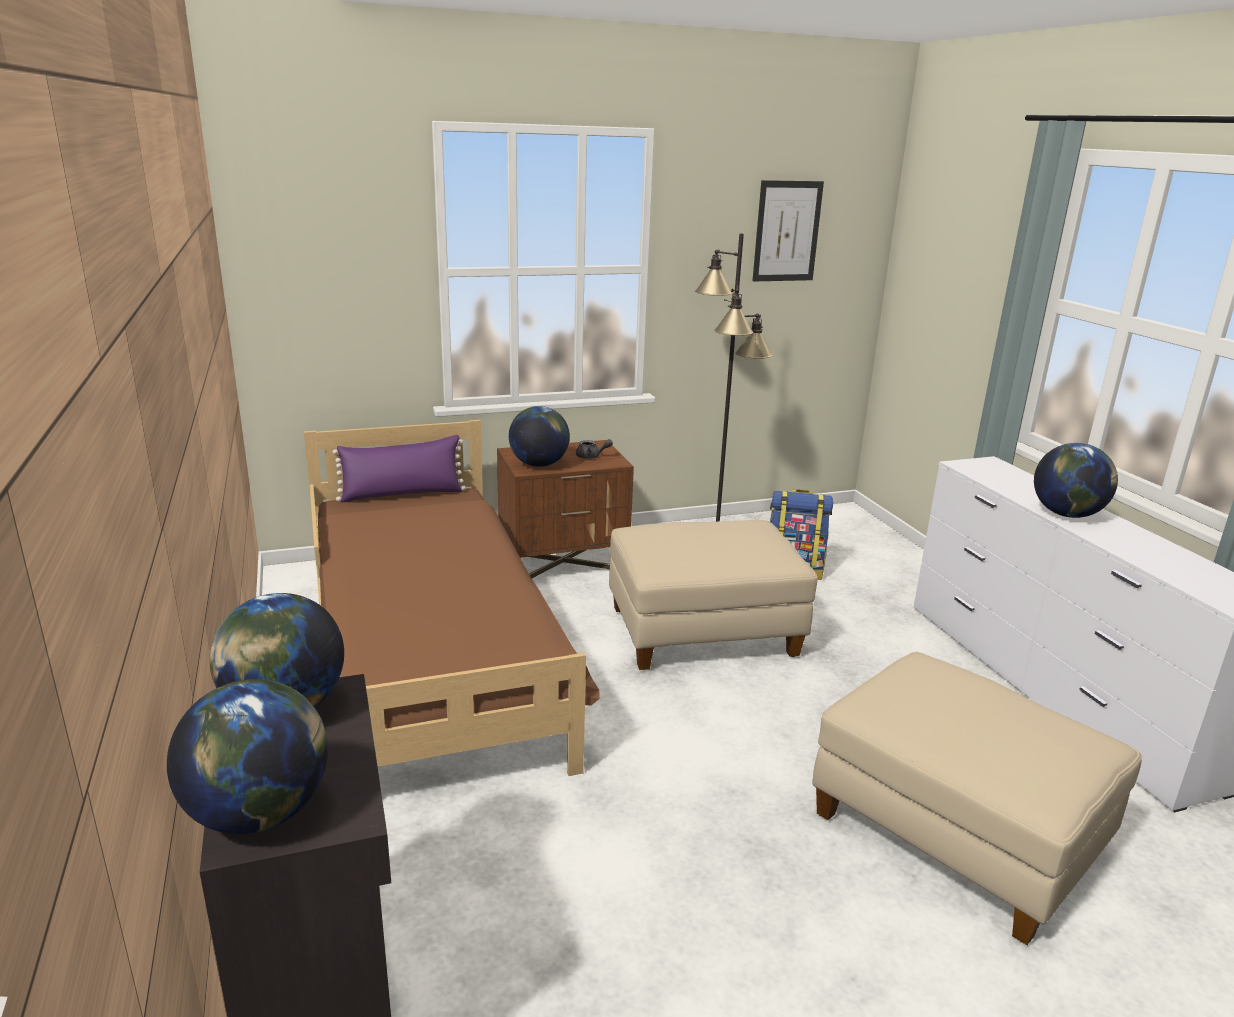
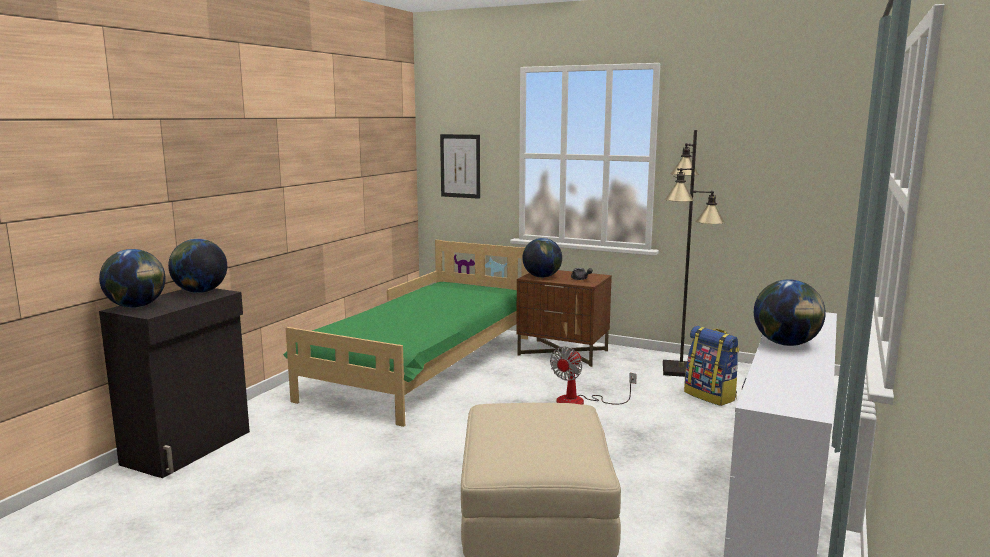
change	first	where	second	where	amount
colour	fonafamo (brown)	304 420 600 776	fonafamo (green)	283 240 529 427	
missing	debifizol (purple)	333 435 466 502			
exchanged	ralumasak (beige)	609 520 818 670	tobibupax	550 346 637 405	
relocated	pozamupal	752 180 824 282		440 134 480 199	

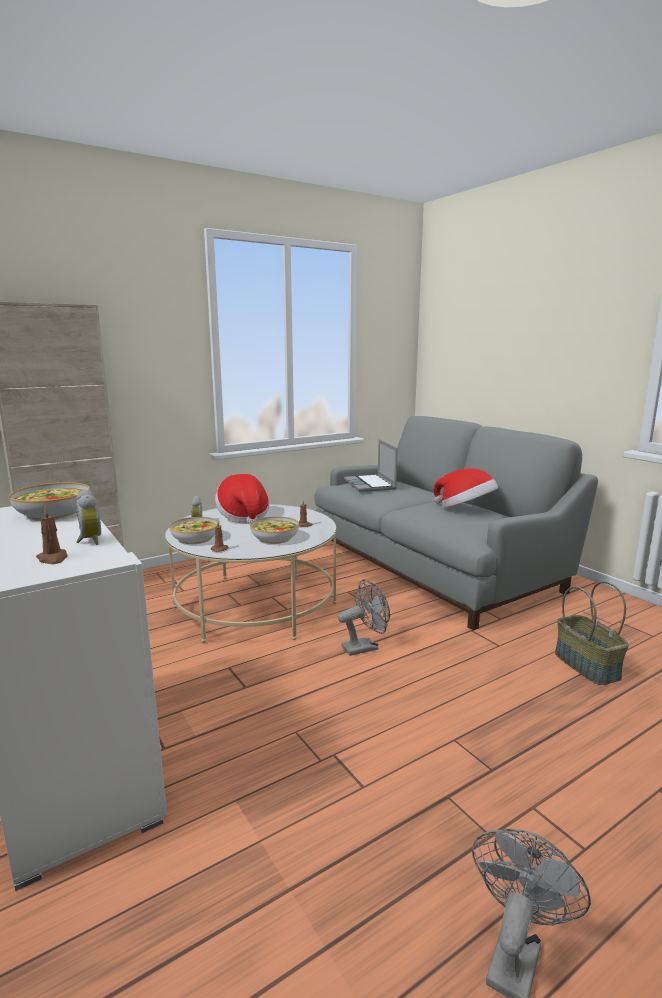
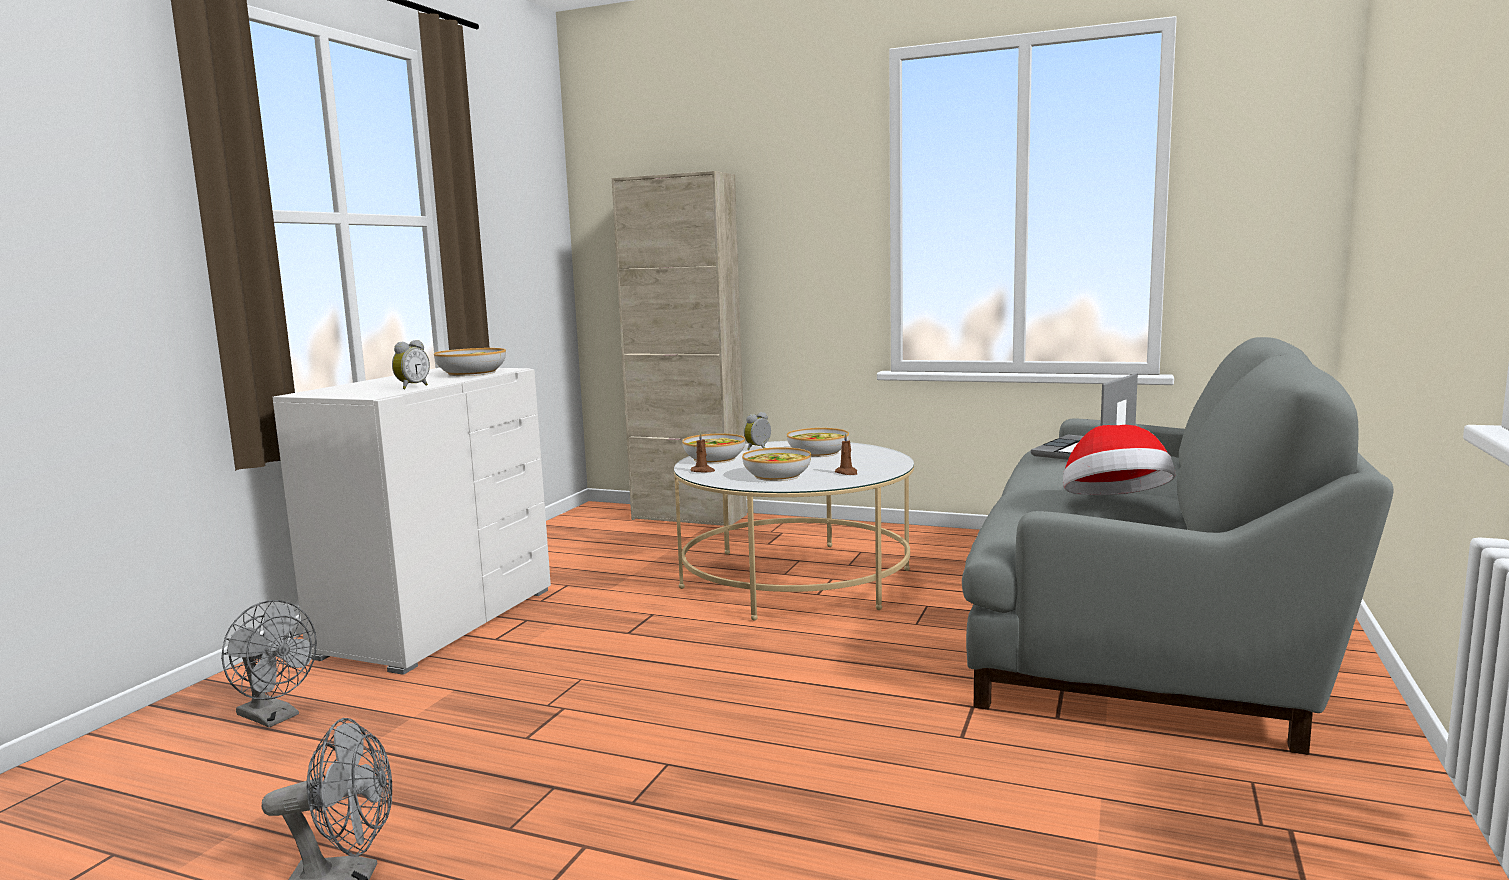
change	first	where	second	where	amount
missing	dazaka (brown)	36 506 67 564			
exchanged	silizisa	215 474 269 525	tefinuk	787 428 849 457	
relocated	tobibupax (grey)	338 579 390 656		221 600 317 727	
missing	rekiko	555 581 629 685			

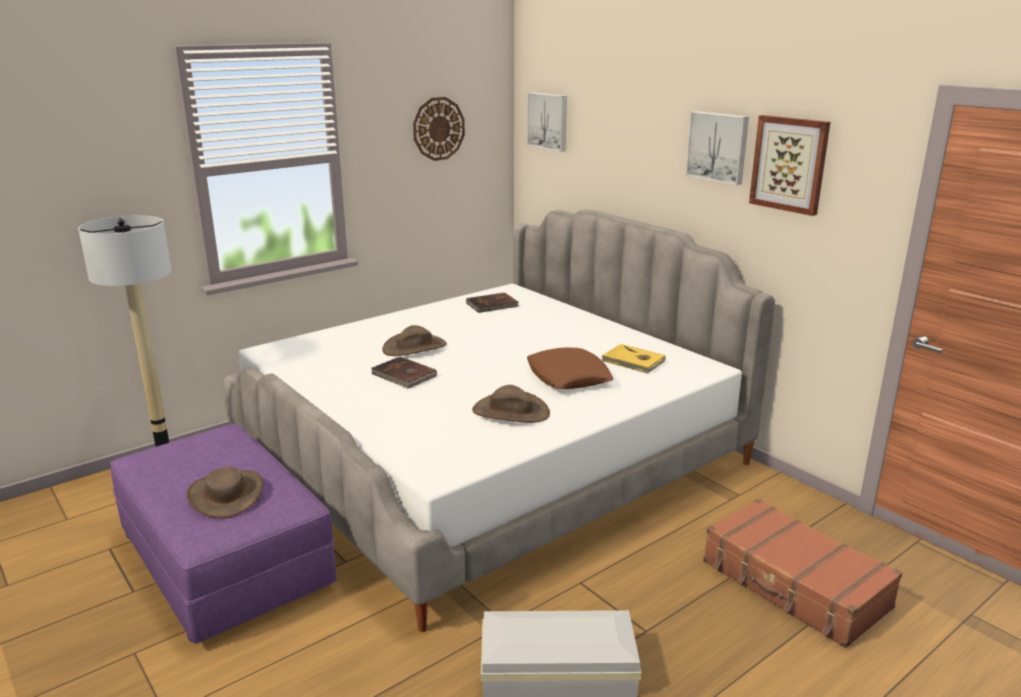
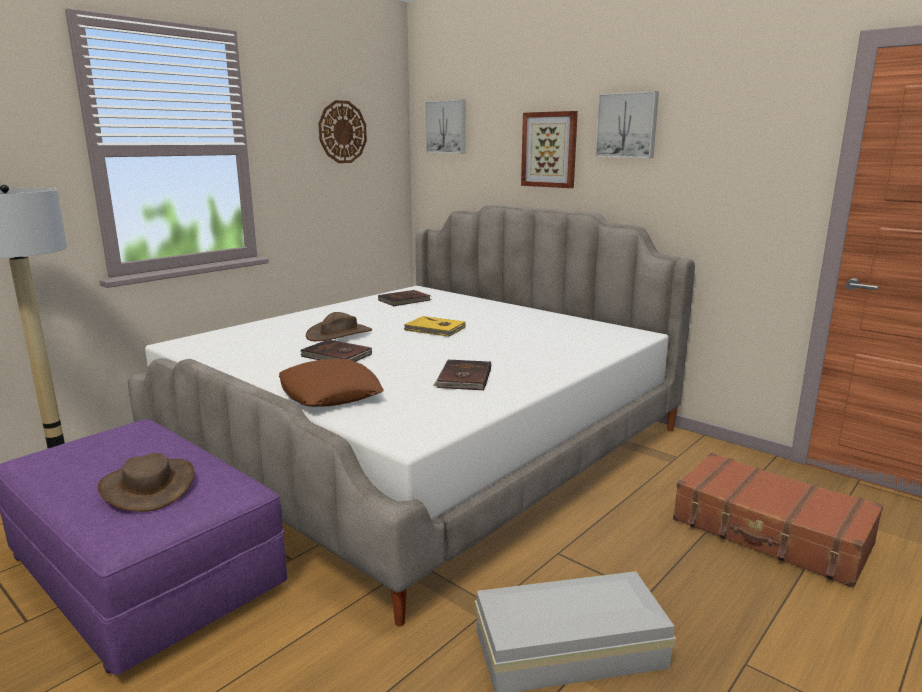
change	first	where	second	where	amount
exchanged	silizisa (brown)	472 385 550 423	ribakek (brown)	433 360 491 391	
relocated	debifizol (brown)	527 347 614 389		279 359 384 407	
relocated	ribakek (yellow)	602 344 666 373		404 316 465 337	
relocated	pozamupal	749 115 830 216		521 111 578 188	

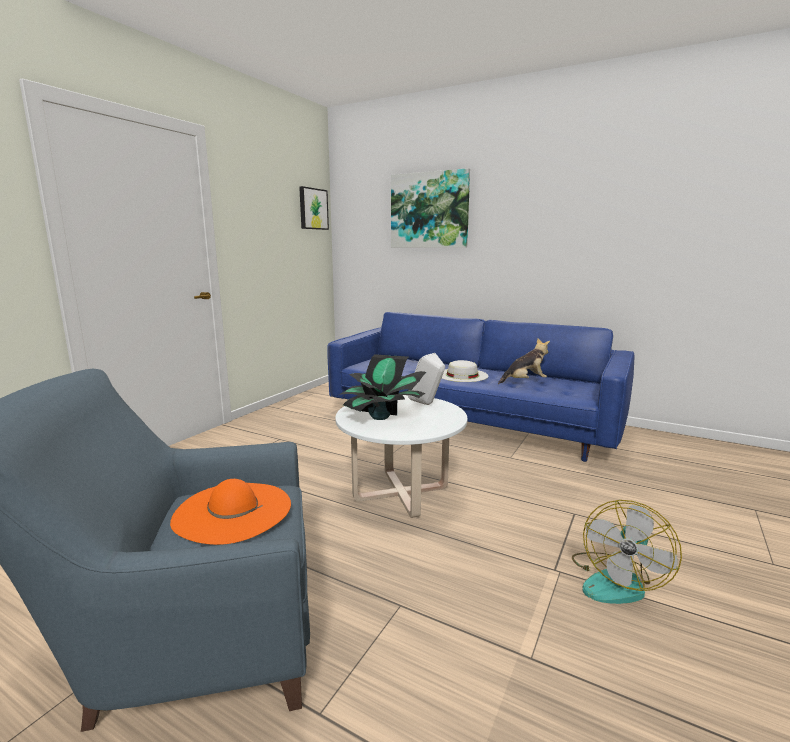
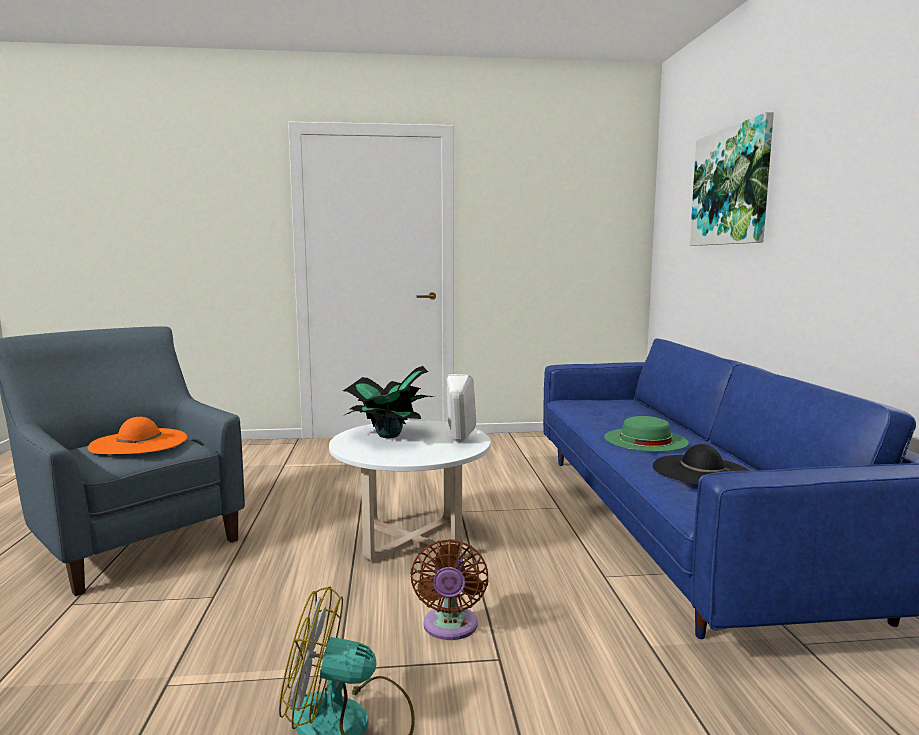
change	first	where	second	where	amount
missing	pozamupal	299 186 329 230			
colour	silizisa (white)	442 360 489 382	silizisa (green)	604 416 689 452	
exchanged	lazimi	498 338 550 384	silizisa (black)	653 444 749 485	
appeared			tobibupax (brown)	410 539 489 640	

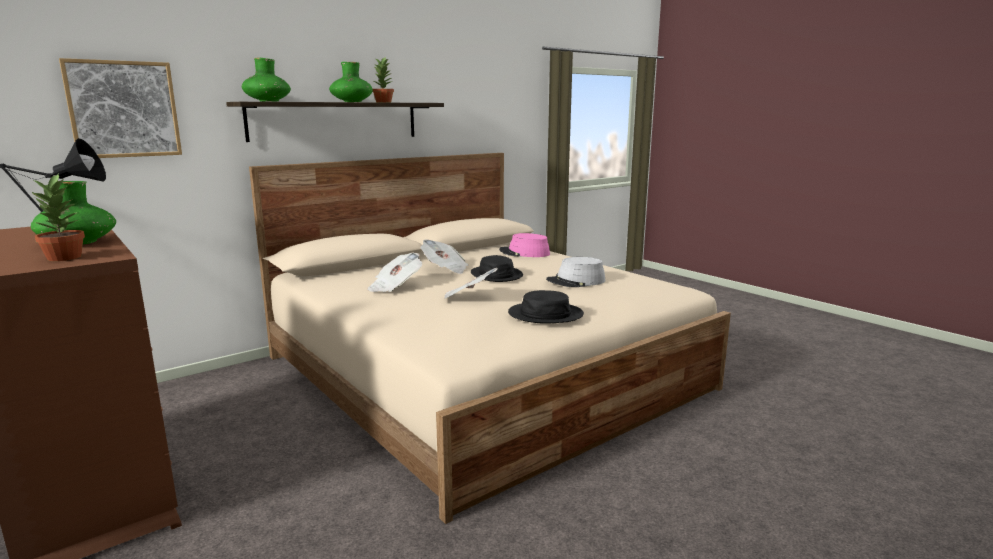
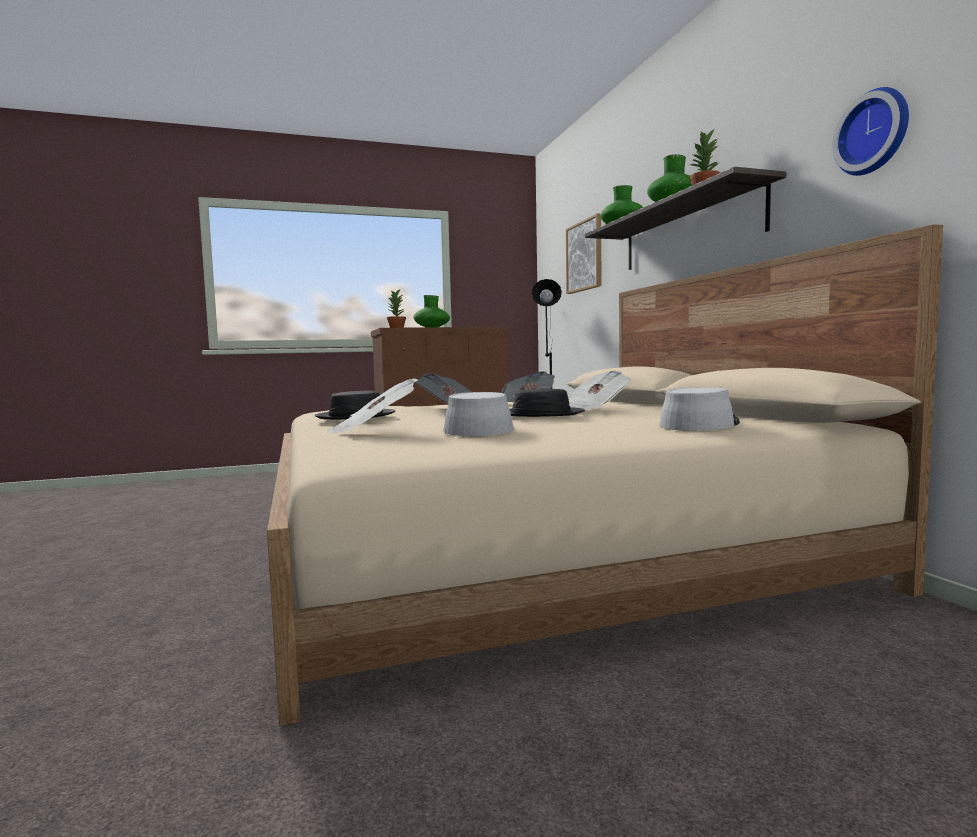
change	first	where	second	where	amount
colour	silizisa (pink)	499 233 550 257	silizisa (grey)	659 387 740 431	
appeared			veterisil	327 379 418 434	
appeared			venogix	832 87 909 176	

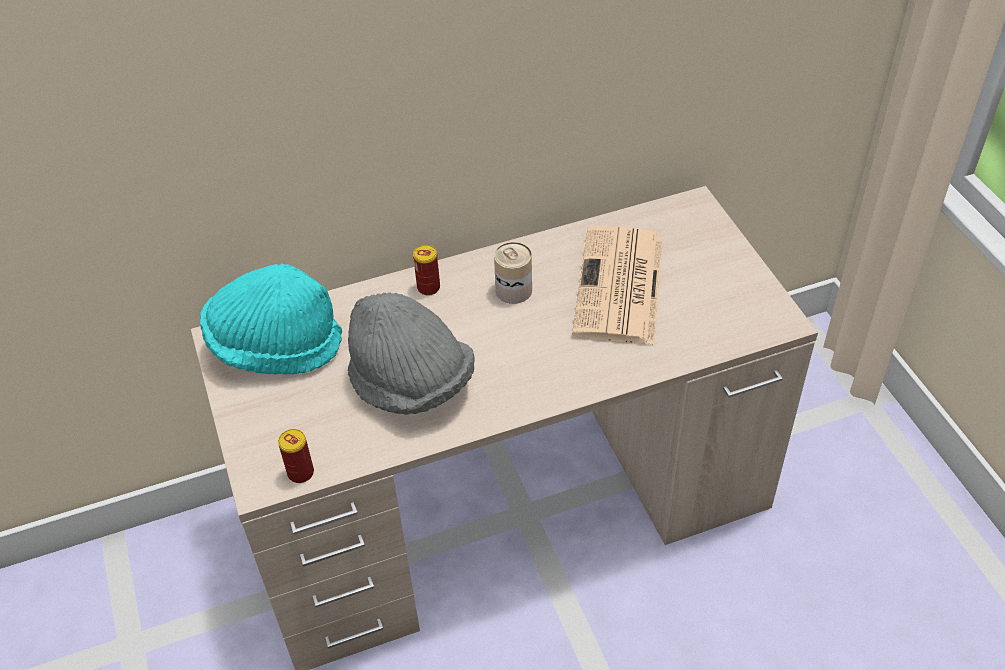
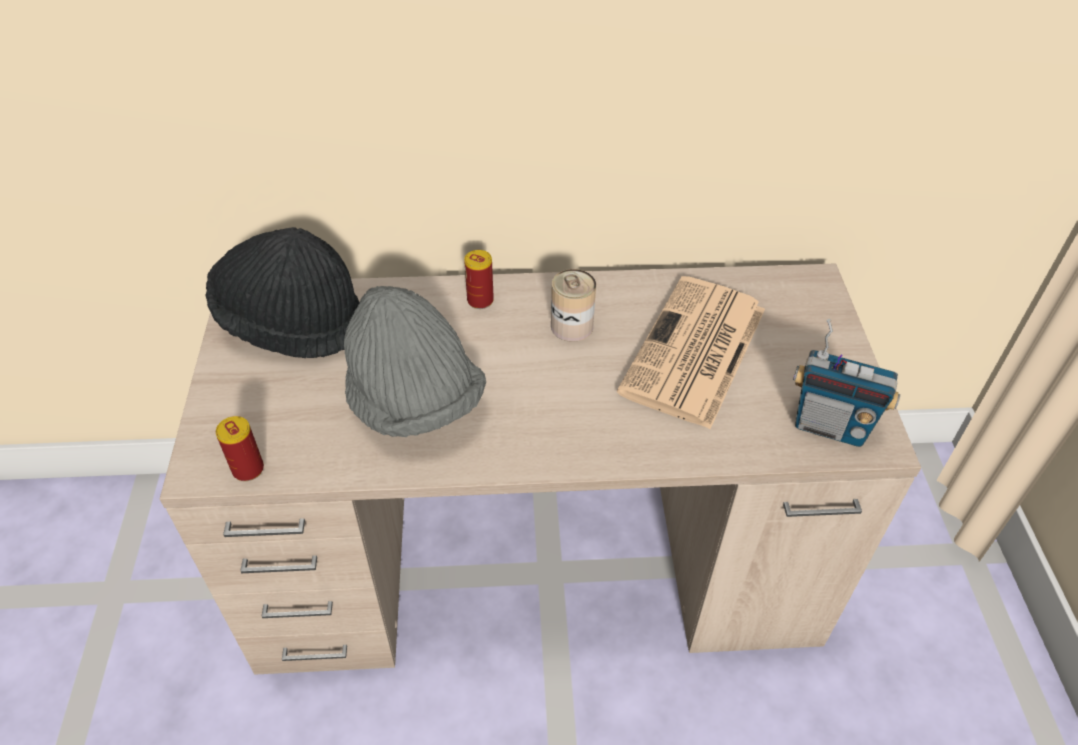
change	first	where	second	where	amount
colour	silizisa (turquoise)	200 264 342 375	silizisa (black)	205 227 360 358	
appeared			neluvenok	793 319 900 447	

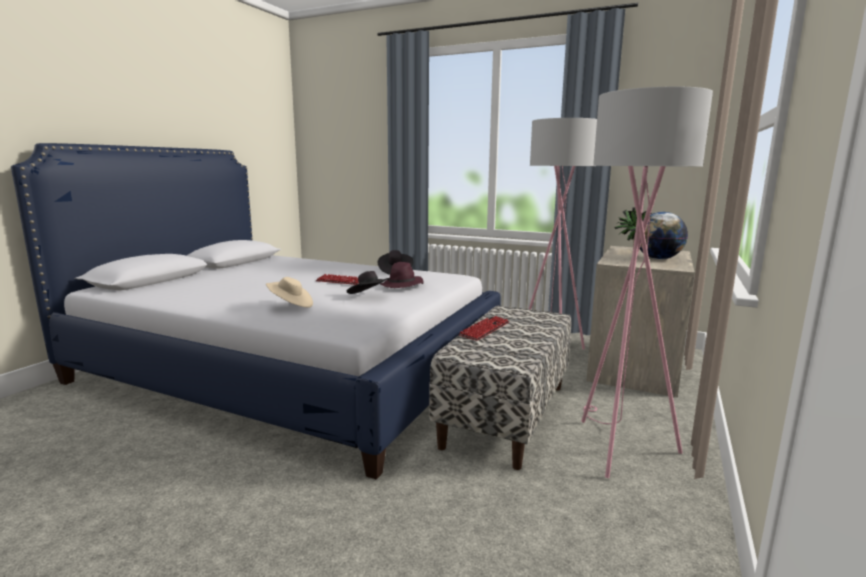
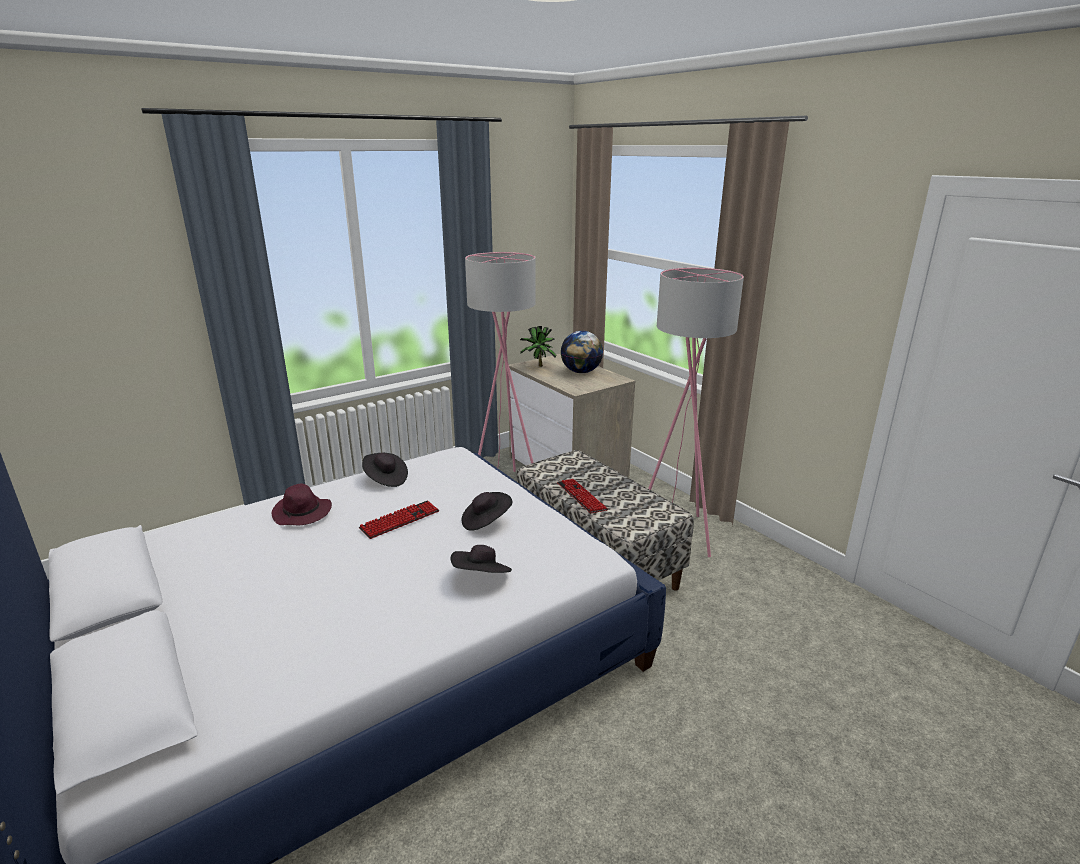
change	first	where	second	where	amount
colour	silizisa (beige)	266 277 313 308	silizisa (black)	451 545 512 573	
relocated	silizisa (purple)	380 262 423 288		272 483 332 526	

